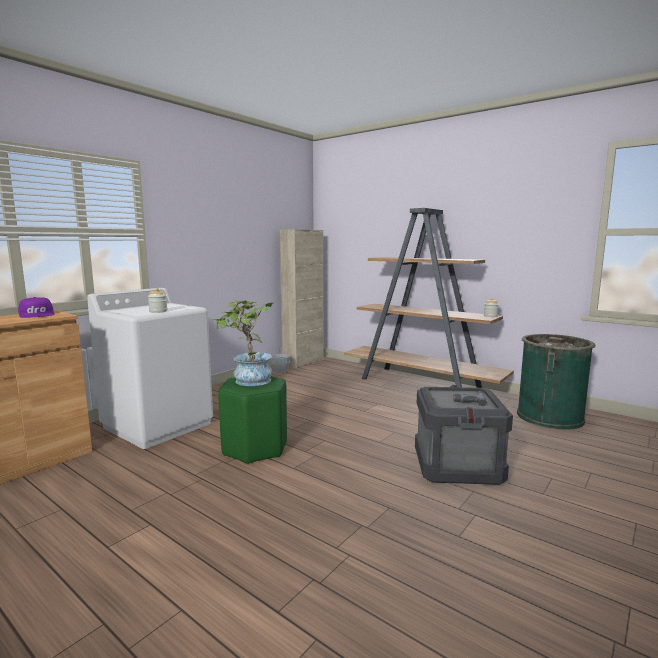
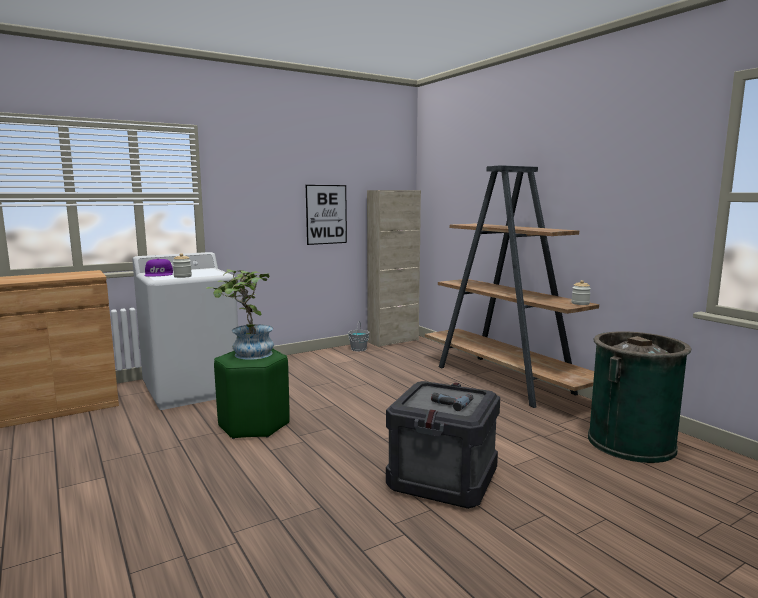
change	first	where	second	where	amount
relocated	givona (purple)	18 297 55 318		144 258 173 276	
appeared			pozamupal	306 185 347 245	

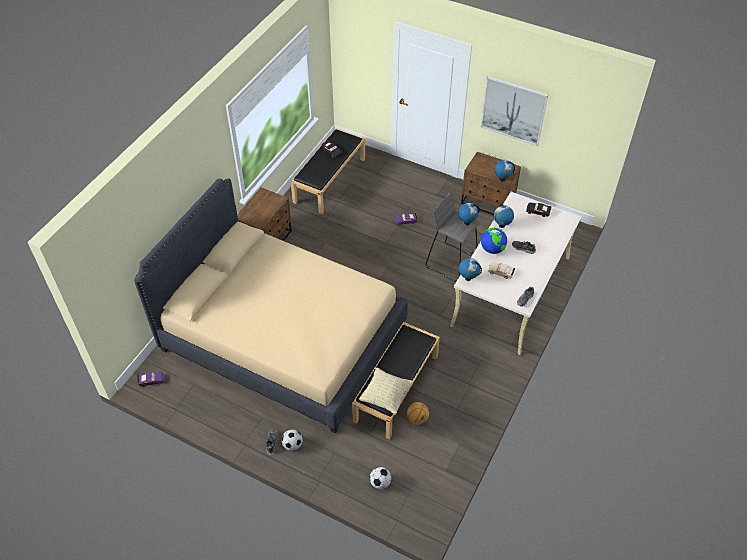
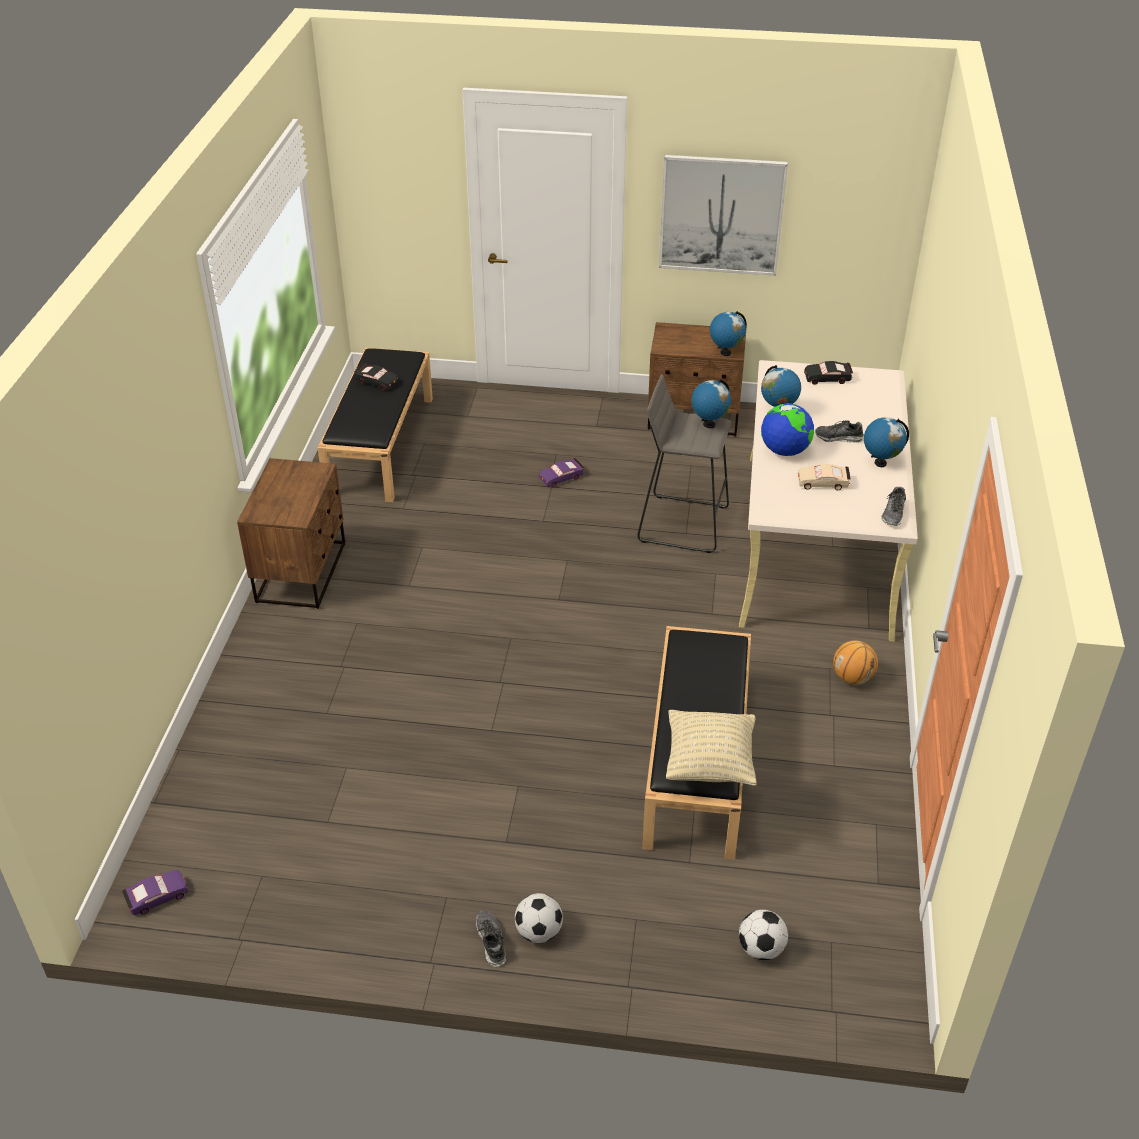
change	first	where	second	where	amount
missing	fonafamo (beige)	134 178 408 433			
relocated	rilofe	407 402 429 425		833 640 878 685	
relocated	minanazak	459 258 482 281		864 417 909 467	

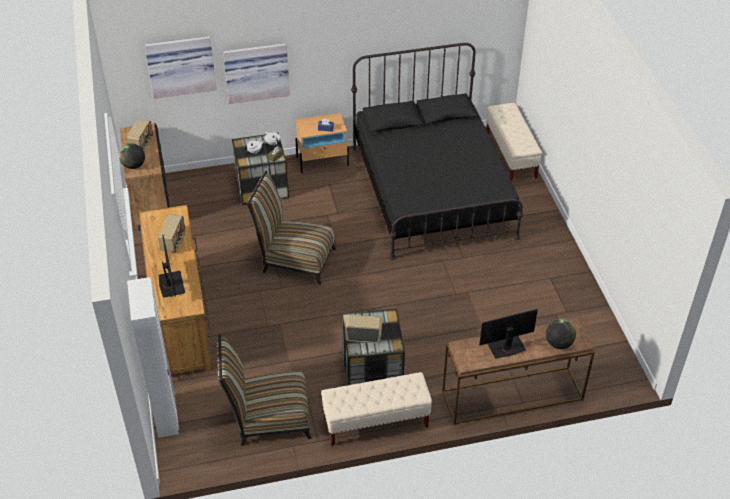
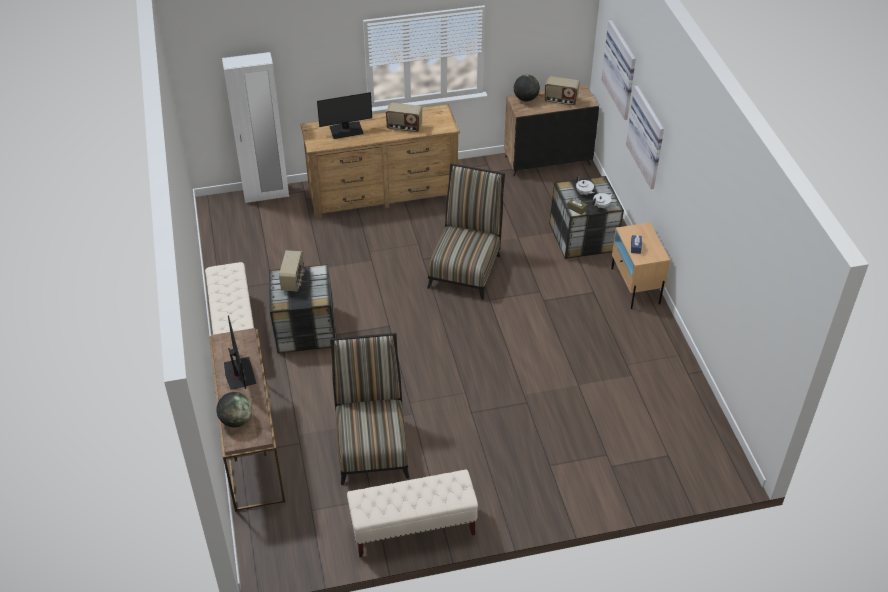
change	first	where	second	where	amount
relocated	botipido	217 334 311 446		330 333 409 485	
missing	fonafamo (black)	351 43 524 260			
relocated	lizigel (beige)	486 103 542 181		347 469 478 557	

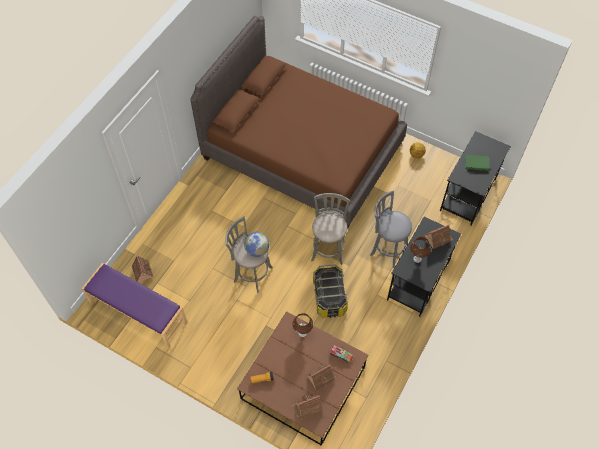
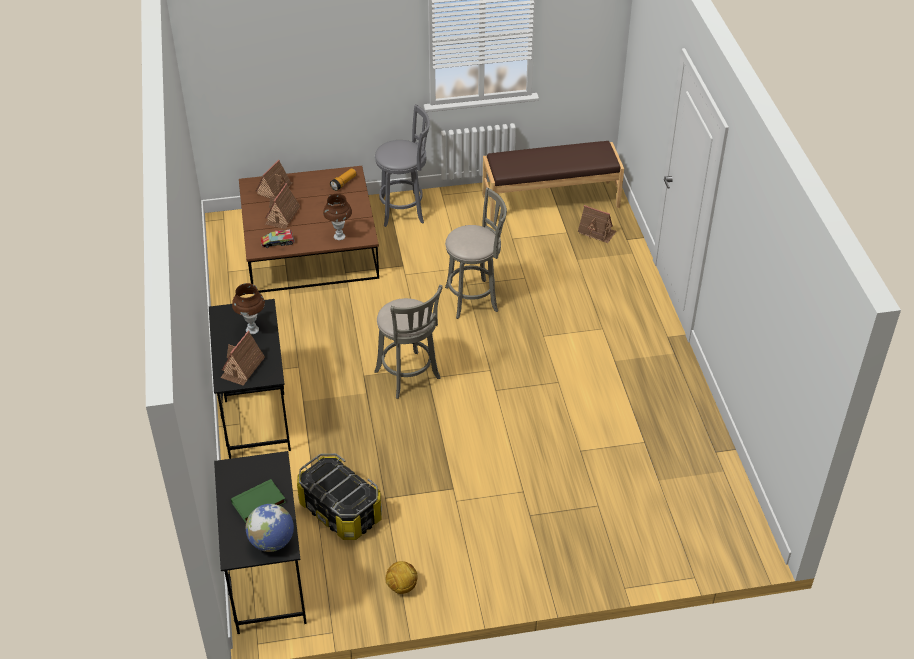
change	first	where	second	where	amount
colour	lizigel (purple)	82 263 188 349	lizigel (brown)	482 141 624 222	
missing	fonafamo (brown)	190 16 407 229			
relocated	minanazak	244 232 269 257		246 504 294 552	
relocated	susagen	313 264 348 318		297 453 382 540	
relocated	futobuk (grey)	370 190 412 268		375 104 430 227	

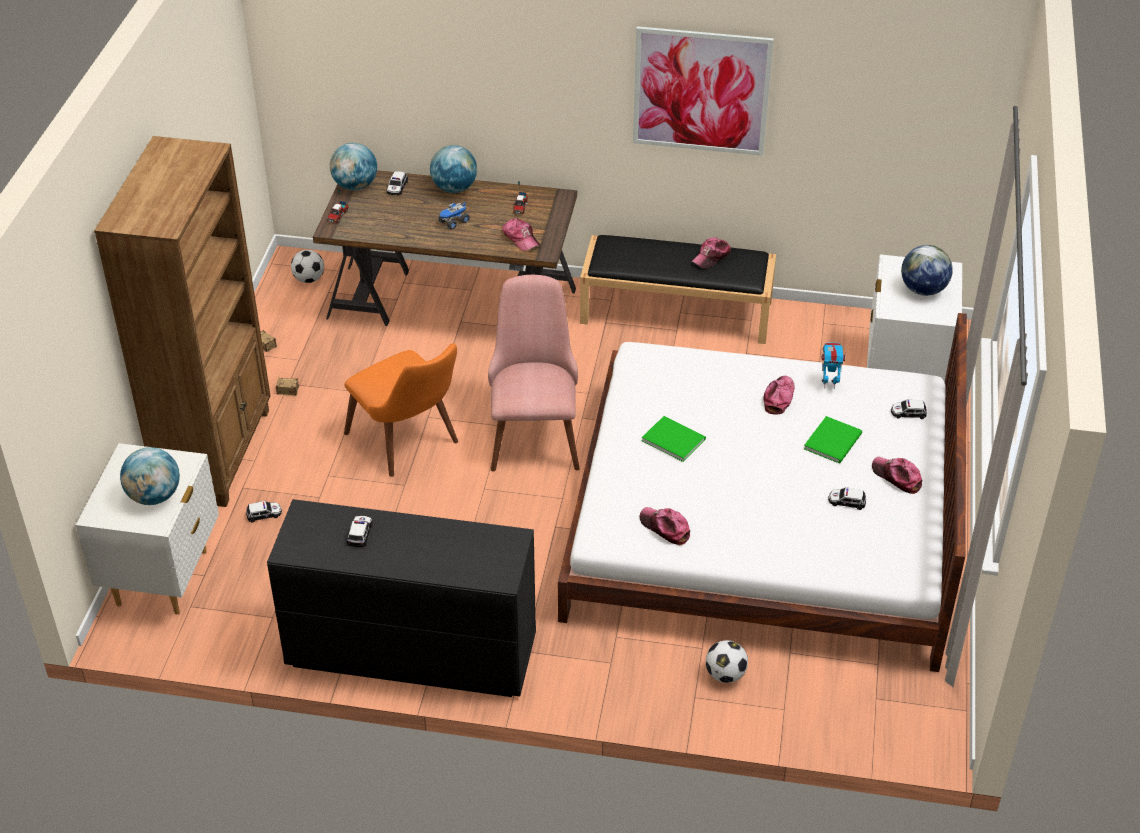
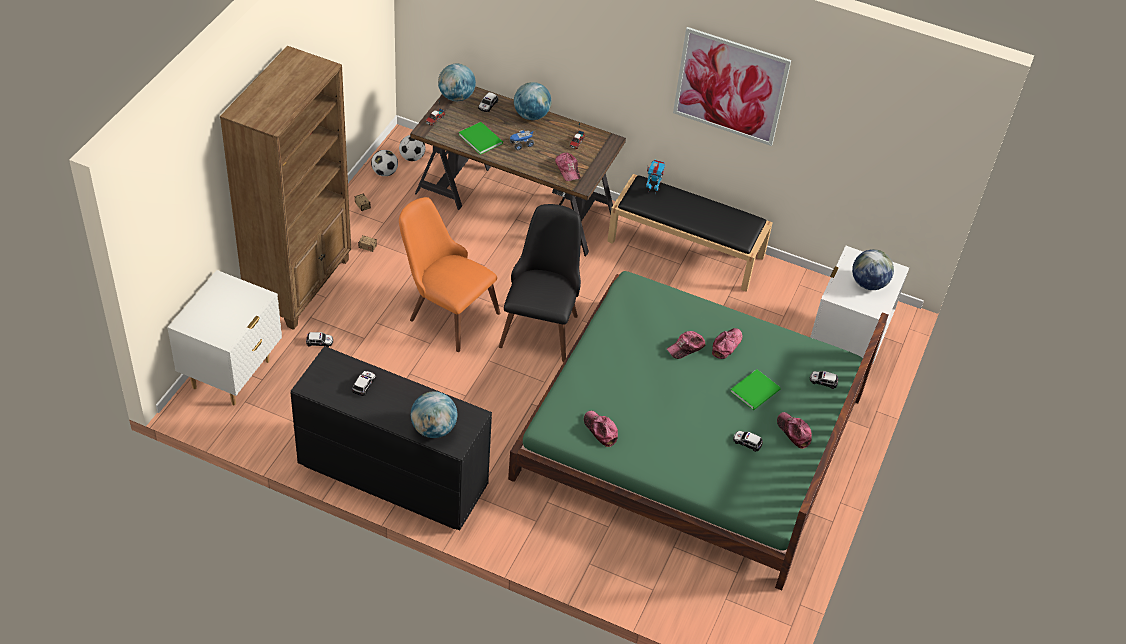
change	first	where	second	where	amount
relocated	minanazak	120 447 180 505		411 391 457 438	
spun	botipido (orange)	344 343 458 477		399 197 500 352	150 degrees clockwise
colour	botipido (pink)	488 275 580 471	botipido (black)	499 204 581 362	
colour	fonafamo (white)	558 313 967 672	fonafamo (green)	508 271 888 590	
relocated	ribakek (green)	642 416 706 462		459 122 503 154	
relocated	givona	691 237 731 269		667 331 705 359	
relocated	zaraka	706 640 748 683		371 150 398 176	
relocated	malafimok	822 342 846 389		646 160 665 194	

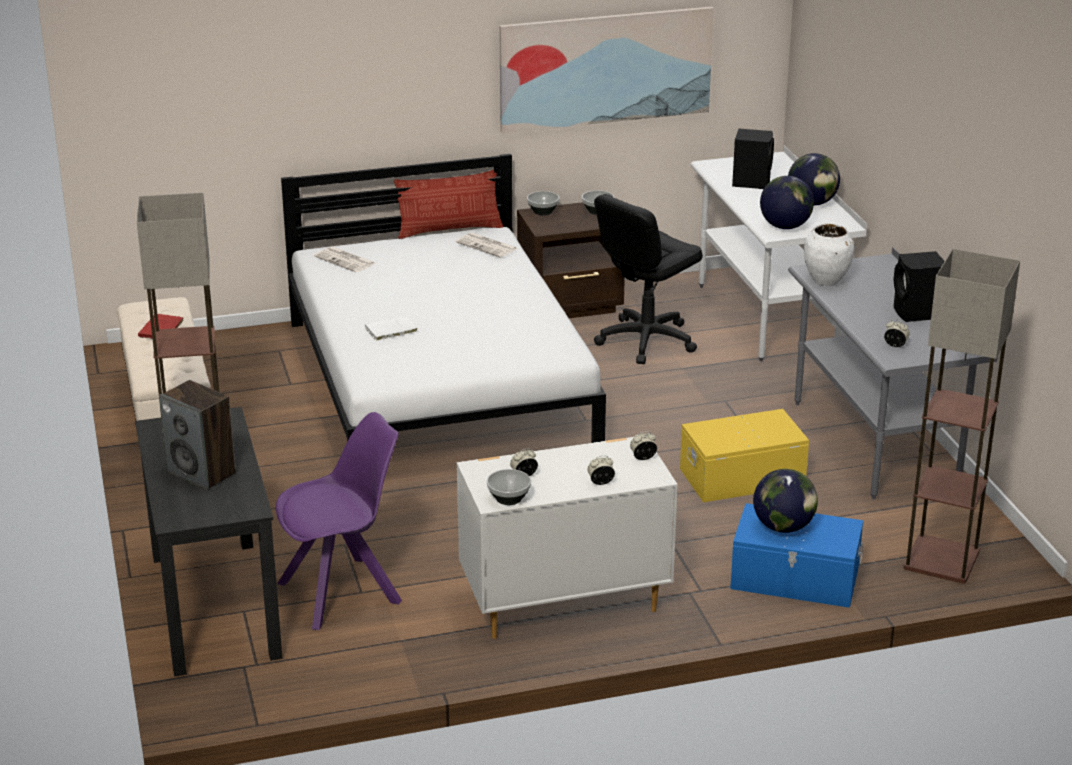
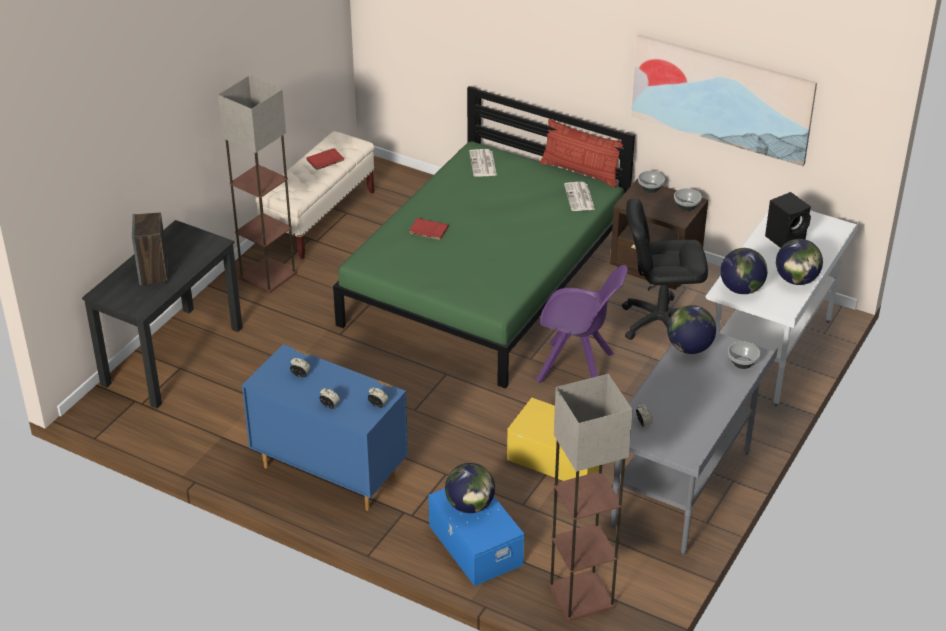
change	first	where	second	where	amount
relocated	botipido (purple)	276 412 402 630		536 265 628 383	
colour	fonafamo (white)	281 154 606 443	fonafamo (green)	333 86 635 389	
colour	ribakek (white)	365 315 418 341	ribakek (red)	408 218 449 240	
colour	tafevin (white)	457 437 678 639	tafevin (blue)	242 344 408 511	
relocated	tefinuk	487 469 531 505		728 341 760 369	
exchanged	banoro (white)	804 223 854 286	minanazak	667 305 716 354	
missing	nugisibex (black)	894 251 945 322			

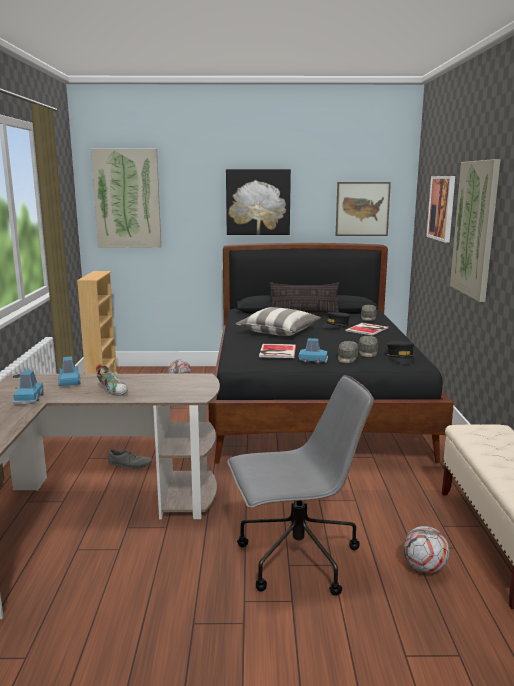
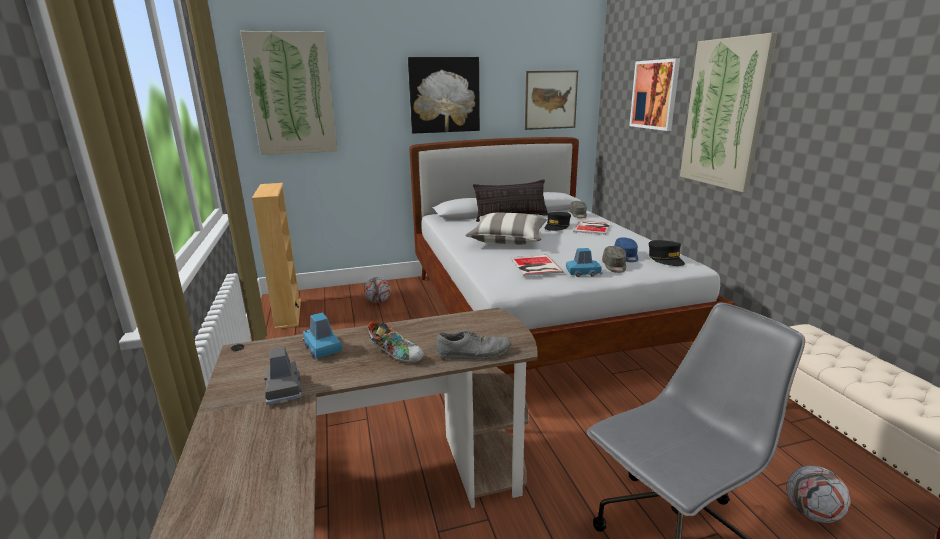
change	first	where	second	where	amount
colour	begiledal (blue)	13 370 43 404	begiledal (grey)	264 347 302 405	
relocated	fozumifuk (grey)	108 449 153 469		436 331 511 360	
colour	fonafamo (black)	209 243 454 464	fonafamo (white)	409 137 735 374	
colour	givona (grey)	358 336 378 357	givona (blue)	614 237 638 262	

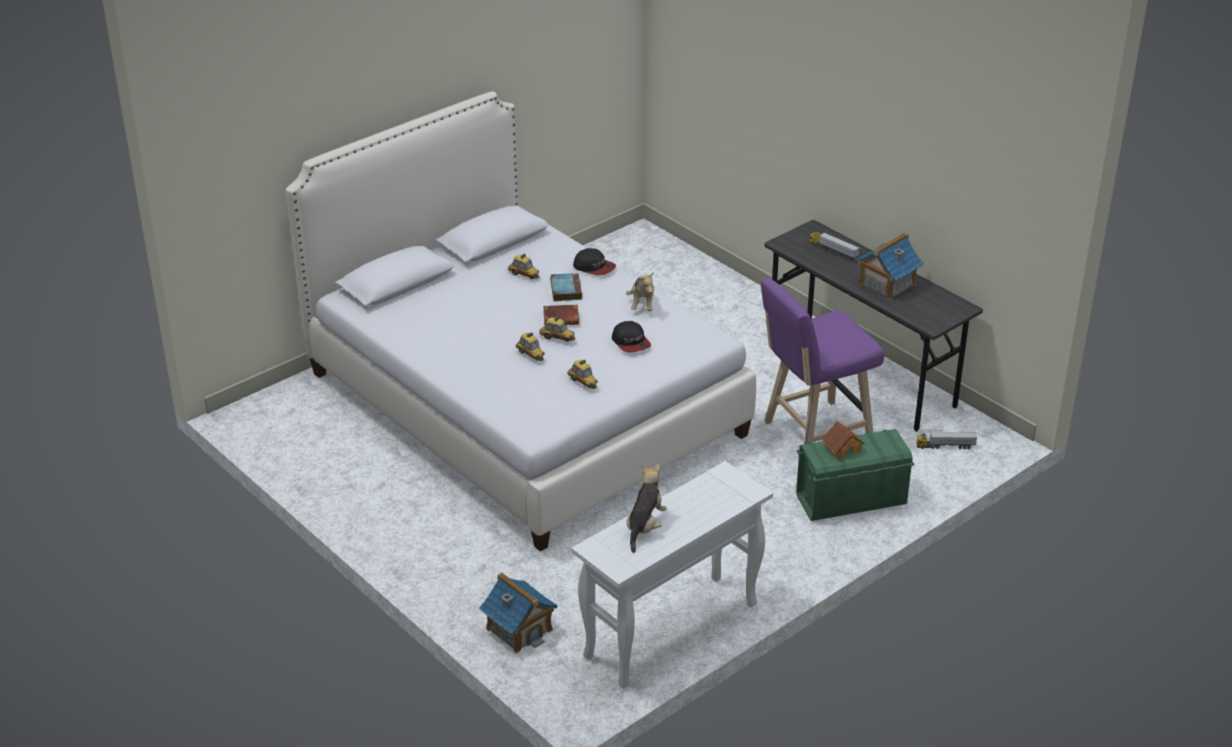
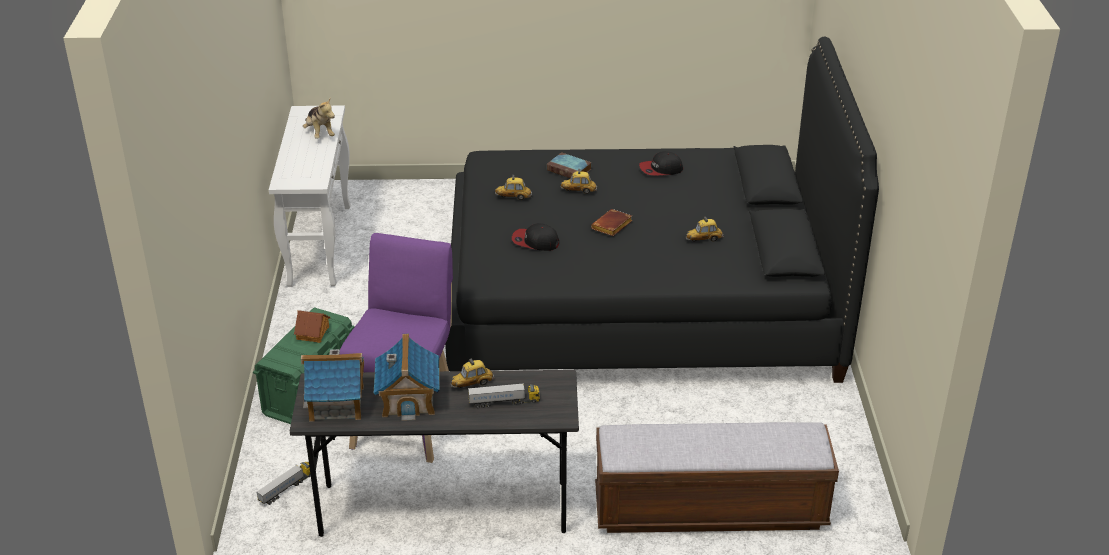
change	first	where	second	where	amount
colour	fonafamo (white)	286 91 756 551	fonafamo (black)	445 37 879 383	
relocated	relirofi	479 573 558 653		301 349 364 422	
relocated	begiledal	539 316 576 341		450 358 495 388	
relocated	ribakek	550 273 582 301		546 152 592 178	
relocated	givona	573 248 616 275		639 151 683 176	
missing	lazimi	626 272 654 311			
appeared			lizigel	595 422 839 533	

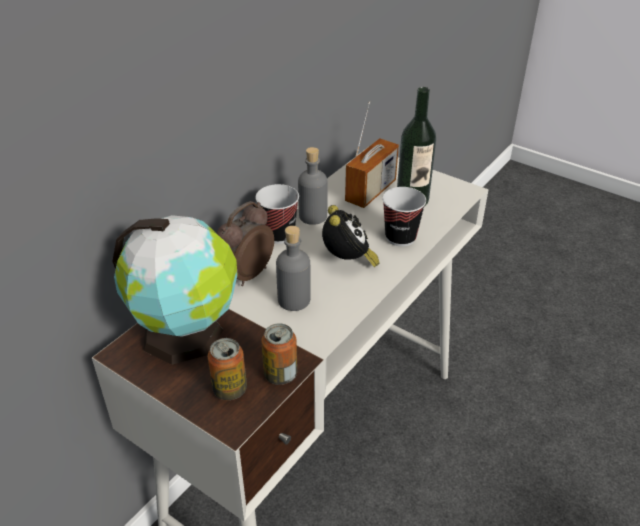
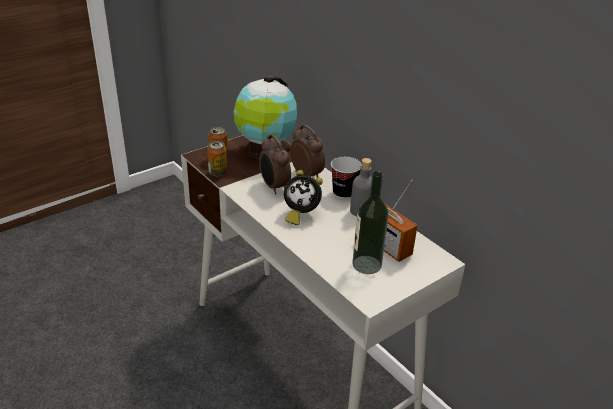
change	first	where	second	where	amount
exchanged	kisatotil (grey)	276 226 311 311	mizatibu	259 134 291 194	
missing	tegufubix	382 187 426 247			

